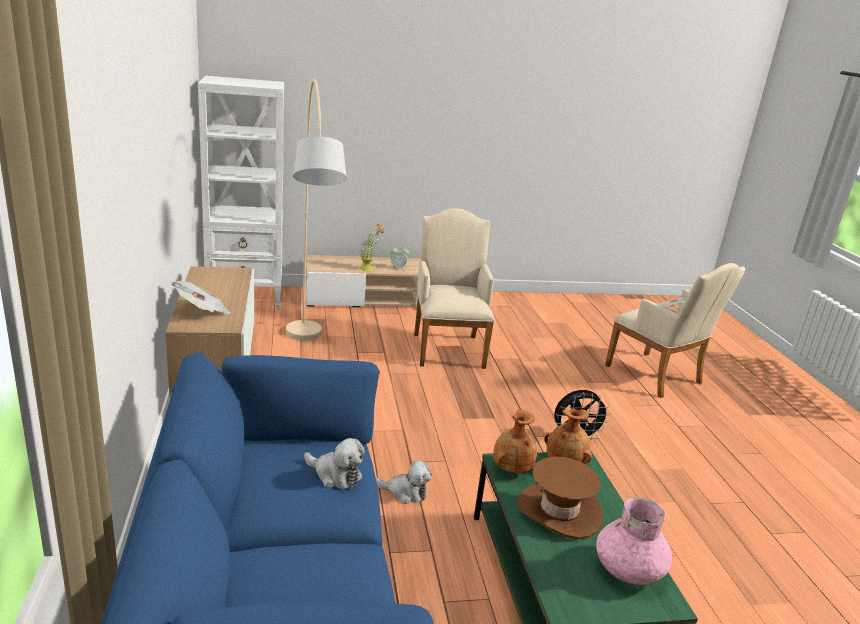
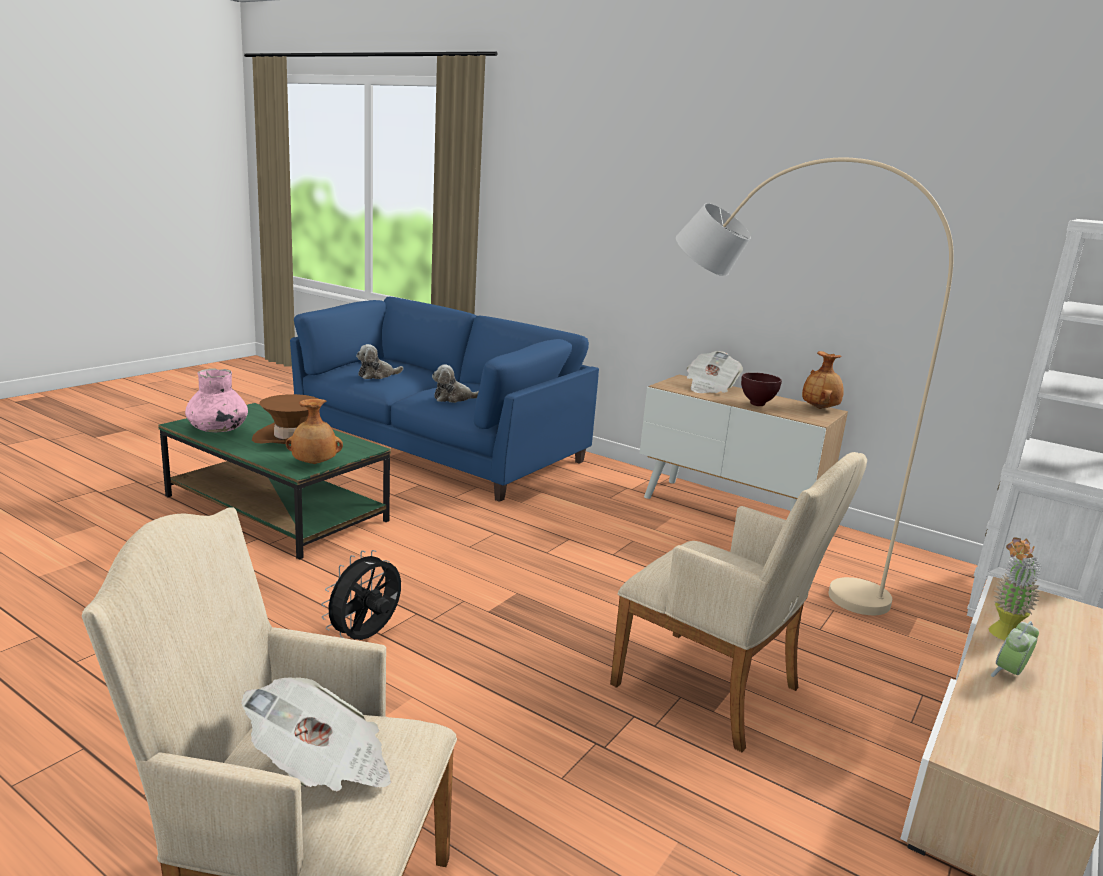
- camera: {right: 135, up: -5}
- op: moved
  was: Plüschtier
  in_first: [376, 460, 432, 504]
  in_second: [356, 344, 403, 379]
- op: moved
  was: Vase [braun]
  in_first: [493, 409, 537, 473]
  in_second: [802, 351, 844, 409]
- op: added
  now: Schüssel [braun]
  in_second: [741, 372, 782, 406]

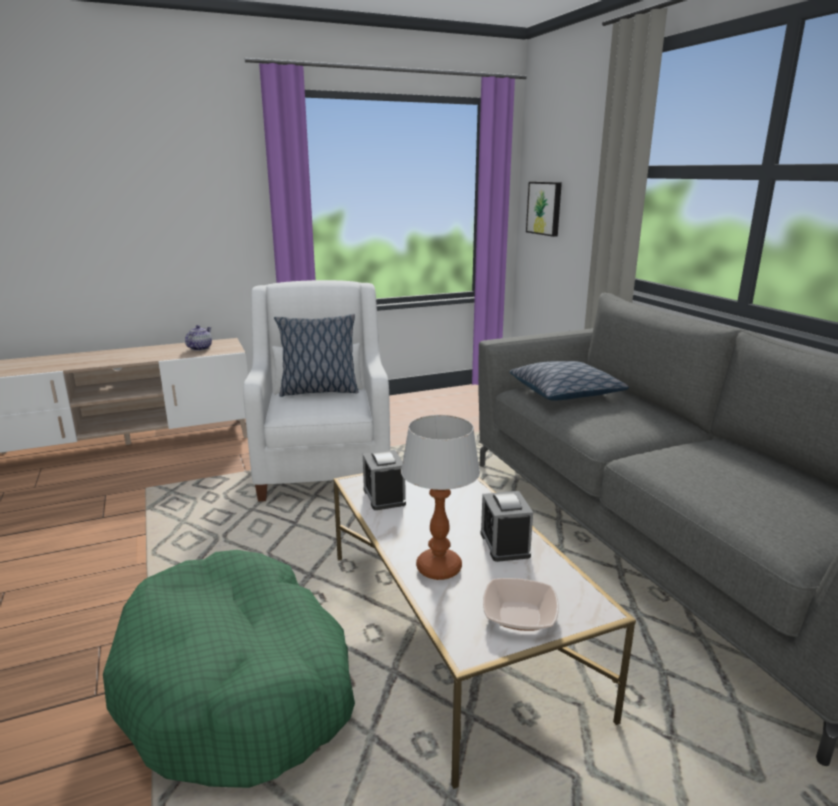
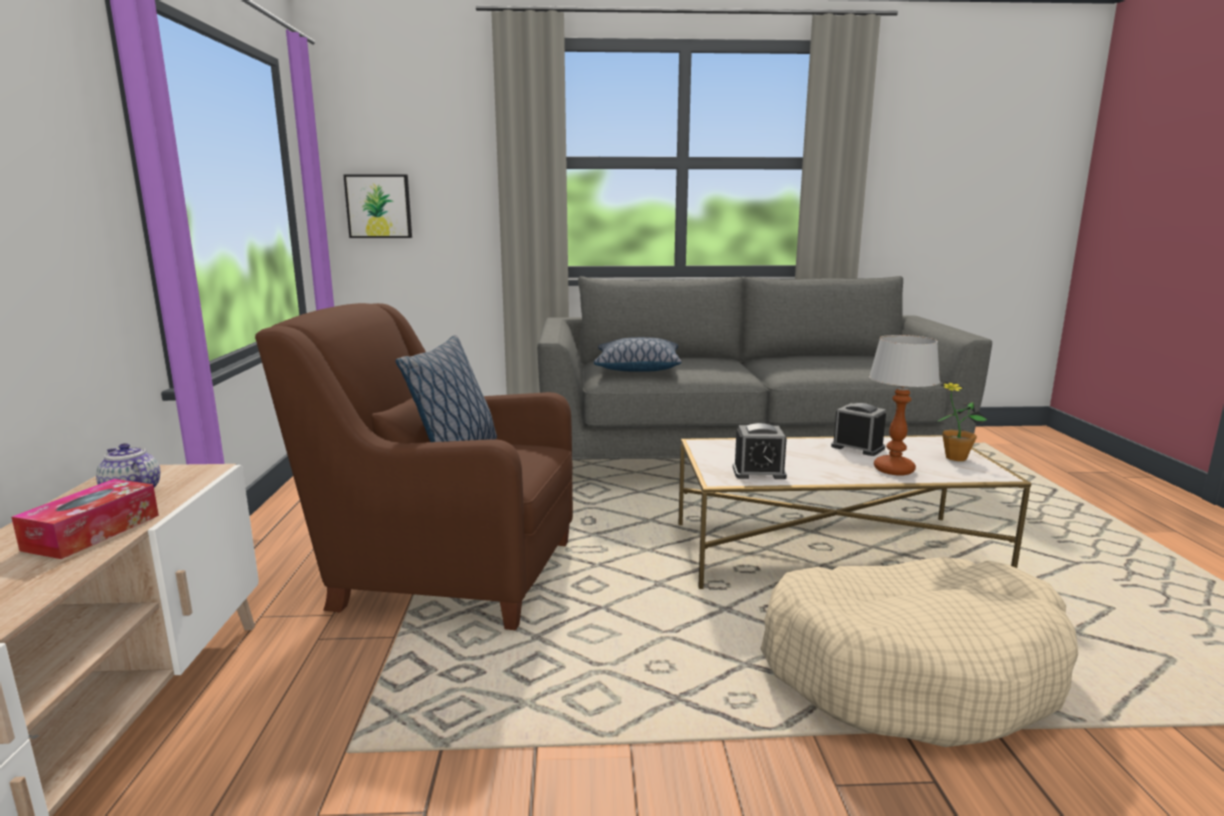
- camera: {right: -70, up: -5}
- op: recoloured
  was: Hundebett [grün]
  now: Hundebett [beige]
  in_first: [103, 550, 355, 788]
  in_second: [760, 557, 1078, 747]
- op: recoloured
  was: Sessel [weiß]
  now: Sessel [braun]
  in_first: [243, 280, 390, 502]
  in_second: [255, 303, 573, 630]
- op: turned
  was: Wecker
  in_first: [480, 491, 533, 562]
  in_second: [831, 403, 886, 456]
  clockwise: -150
- op: replaced
  was: Schüssel
  now: Topfpflanze
  in_first: [483, 578, 559, 631]
  in_second: [936, 382, 987, 461]
- op: added
  now: Taschentuchbox
  in_second: [11, 479, 159, 559]

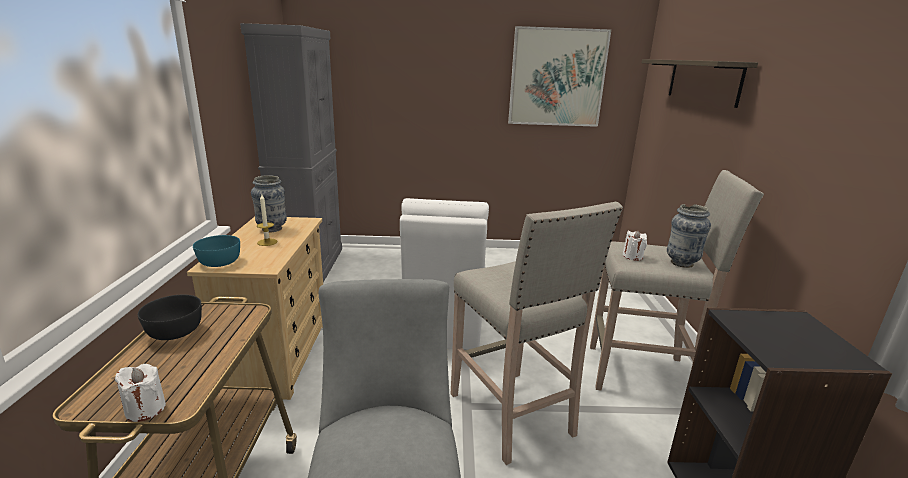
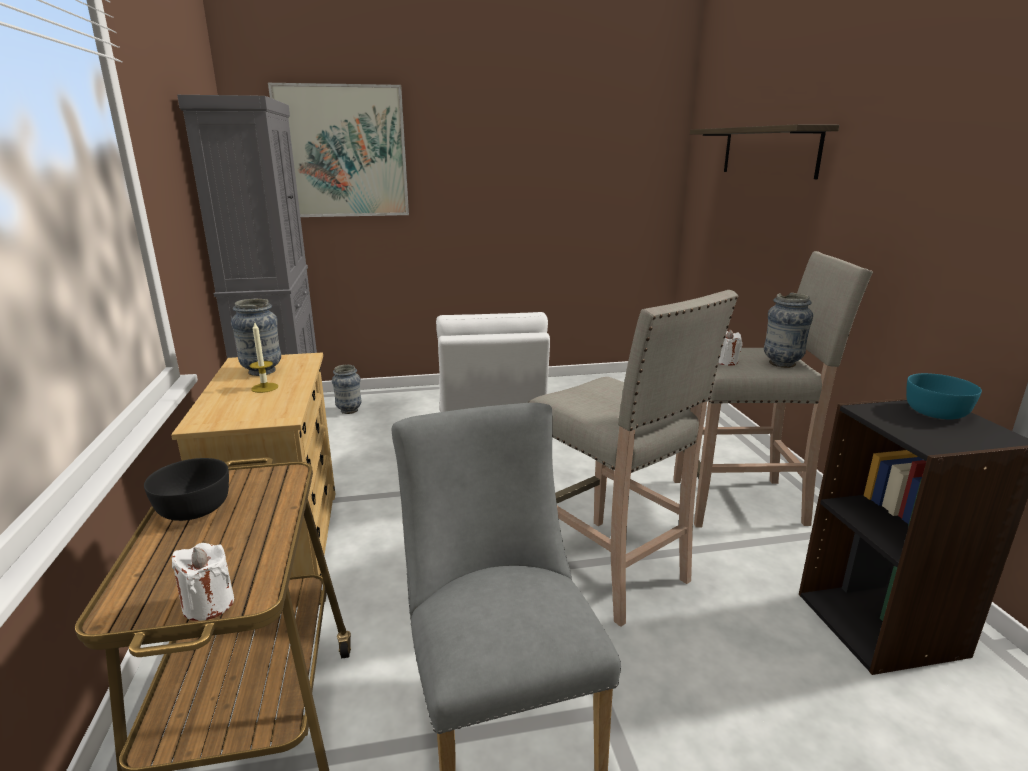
- camera: {right: -10, up: 0}
- op: moved
  was: Schüssel [türkis]
  in_first: [193, 235, 240, 267]
  in_second: [906, 373, 982, 419]
- op: moved
  was: Bild
  in_first: [508, 26, 611, 127]
  in_second: [268, 83, 409, 217]
- op: added
  now: Vase
  in_second: [332, 365, 362, 414]

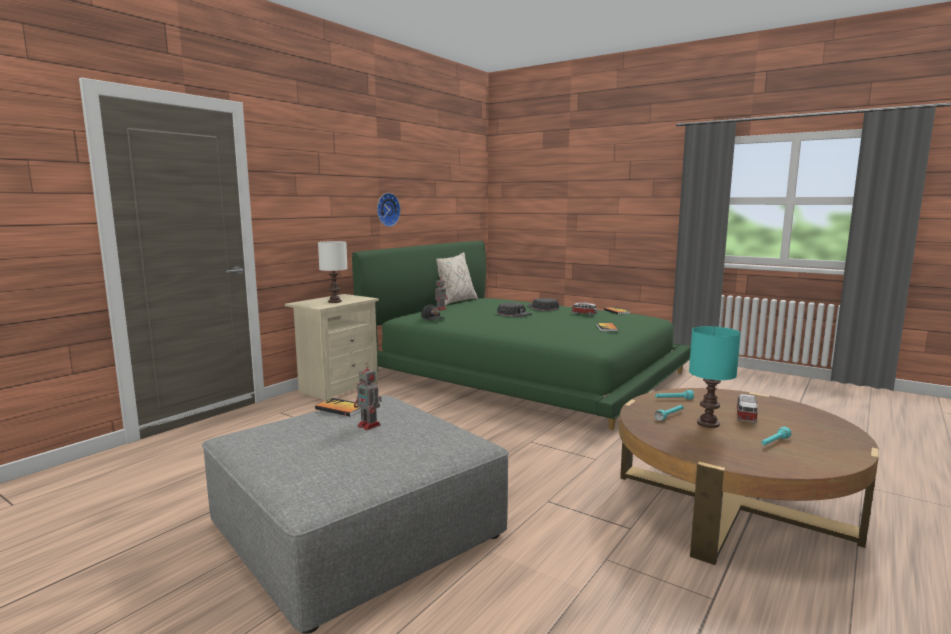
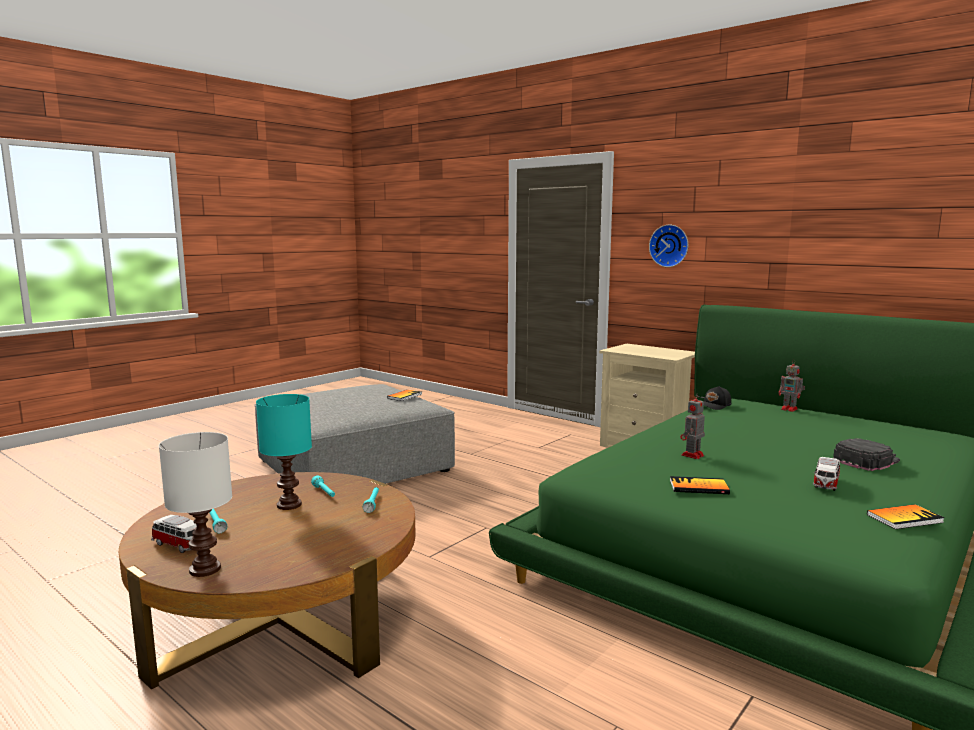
- camera: {right: 95, up: 0}
- op: moved
  was: Tischlampe [weiß]
  in_first: [318, 241, 347, 303]
  in_second: [159, 432, 232, 577]
- op: moved
  was: Spielzeugroboter
  in_first: [354, 363, 382, 430]
  in_second: [680, 393, 705, 459]
- op: moved
  was: Wanduhr
  in_first: [377, 193, 401, 227]
  in_second: [649, 225, 688, 267]
- op: removed
  was: Kissen [beige]
  in_first: [436, 252, 478, 306]
- op: removed
  was: Kappe [schwarz]
  in_first: [497, 303, 532, 318]
- op: moved
  was: Spielzeugauto
  in_first: [736, 394, 758, 423]
  in_second: [151, 515, 197, 553]

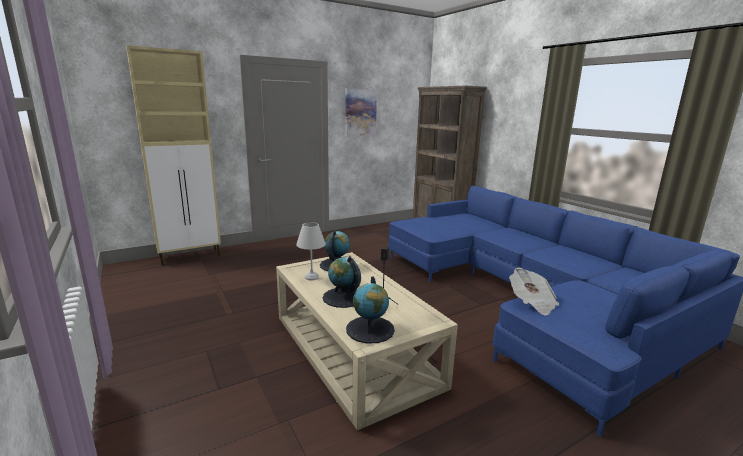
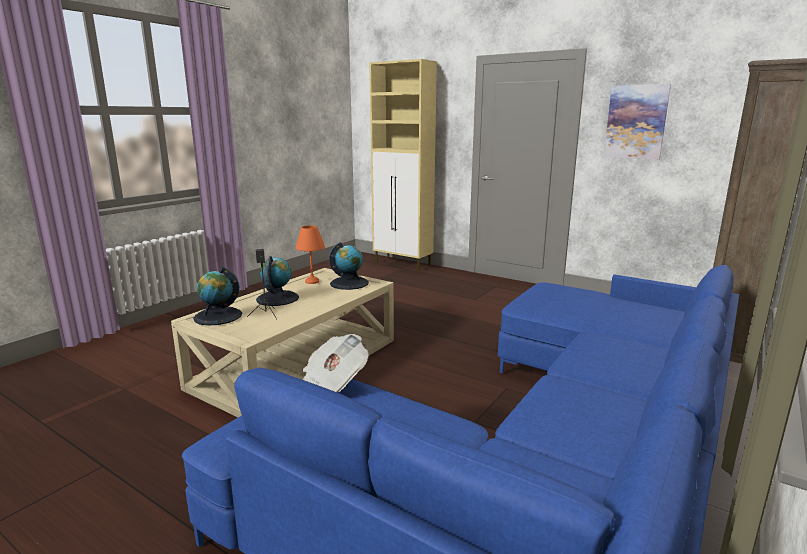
- camera: {right: 65, up: 0}
- op: recoloured
  was: Tischlampe [weiß]
  now: Tischlampe [orange]
  in_first: [296, 222, 326, 280]
  in_second: [296, 225, 325, 284]

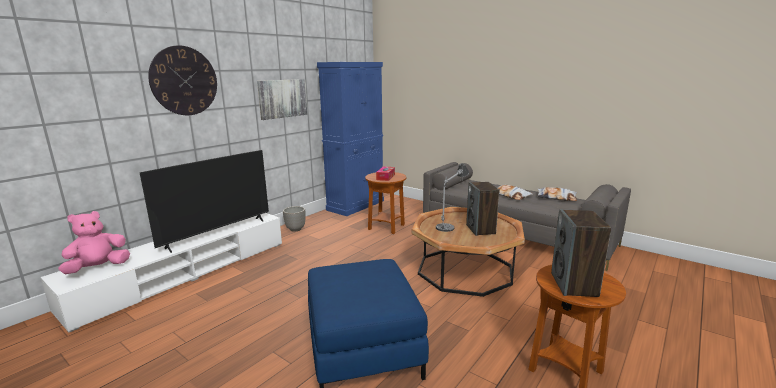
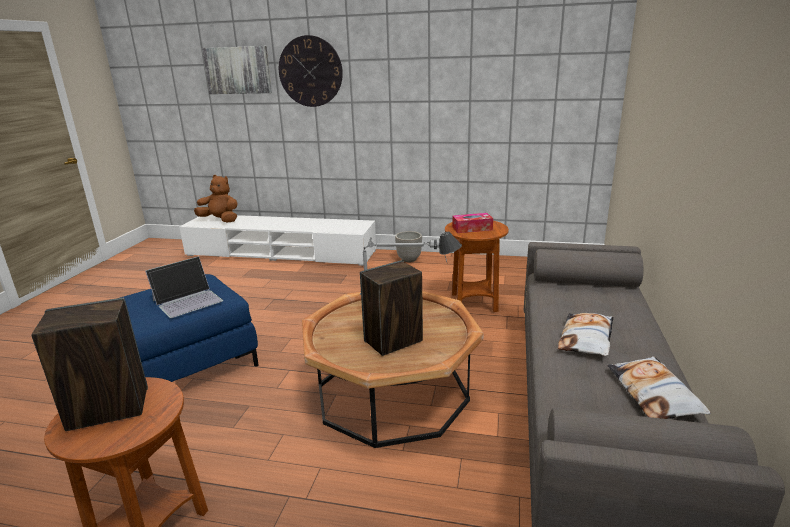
- camera: {right: 65, up: 5}
- op: recoloured
  was: Plüschtier [rosa]
  now: Plüschtier [braun]
  in_first: [58, 211, 130, 274]
  in_second: [194, 175, 237, 222]
- op: removed
  was: Fernseher
  in_first: [140, 150, 269, 253]
- op: moved
  was: Bild
  in_first: [257, 79, 308, 120]
  in_second: [202, 46, 272, 94]
- op: removed
  was: Schrank [blau]
  in_first: [317, 62, 384, 216]
- op: added
  now: Laptop
  in_second: [145, 256, 223, 318]

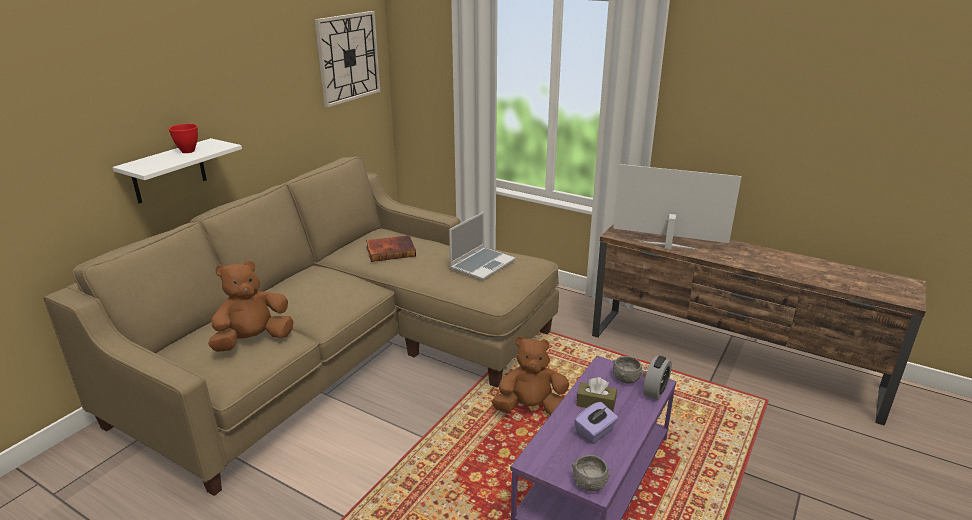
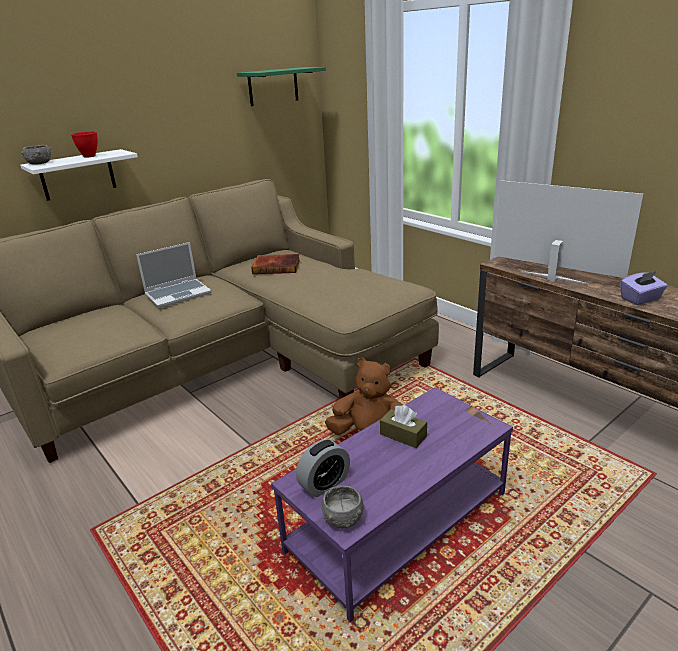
- camera: {right: 20, up: 0}
- op: removed
  was: Plüschtier [braun]
  in_first: [208, 260, 294, 352]
- op: replaced
  was: Wanduhr
  now: Wandregal [grün]
  in_first: [315, 11, 380, 107]
  in_second: [237, 67, 326, 106]
- op: moved
  was: Laptop
  in_first: [449, 212, 515, 280]
  in_second: [136, 242, 212, 308]
- op: moved
  was: Taschentuchbox [lila]
  in_first: [574, 402, 618, 444]
  in_second: [620, 271, 668, 305]
- op: moved
  was: Schüssel [grau]
  in_first: [613, 356, 642, 384]
  in_second: [21, 145, 52, 165]
- op: moved
  was: Wecker
  in_first: [643, 356, 672, 400]
  in_second: [296, 439, 350, 497]

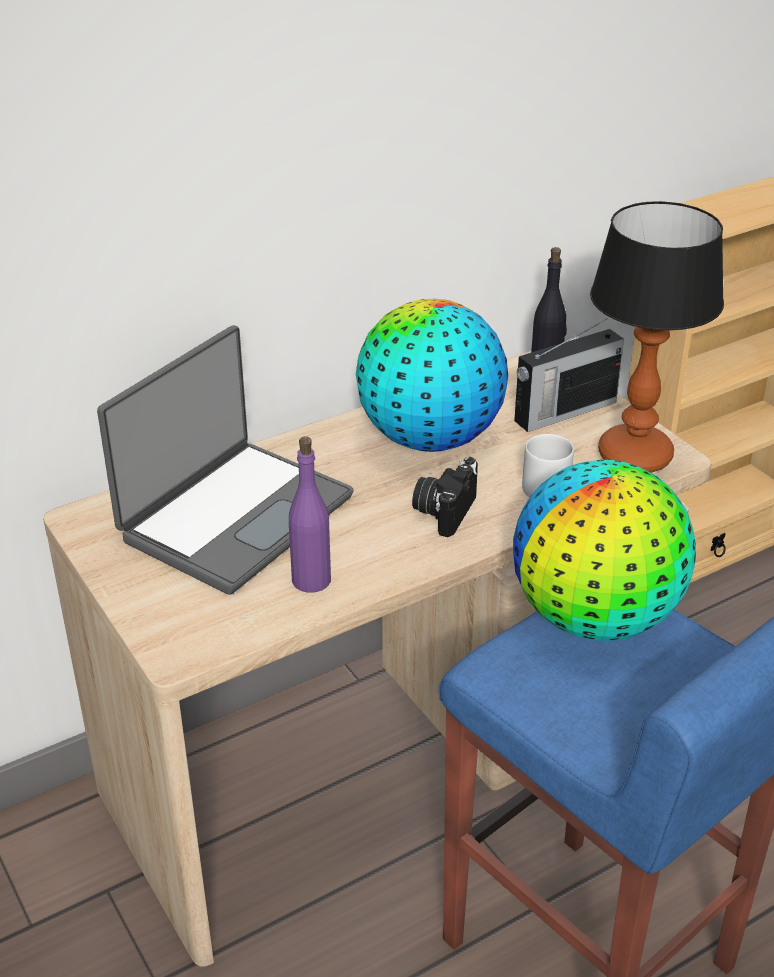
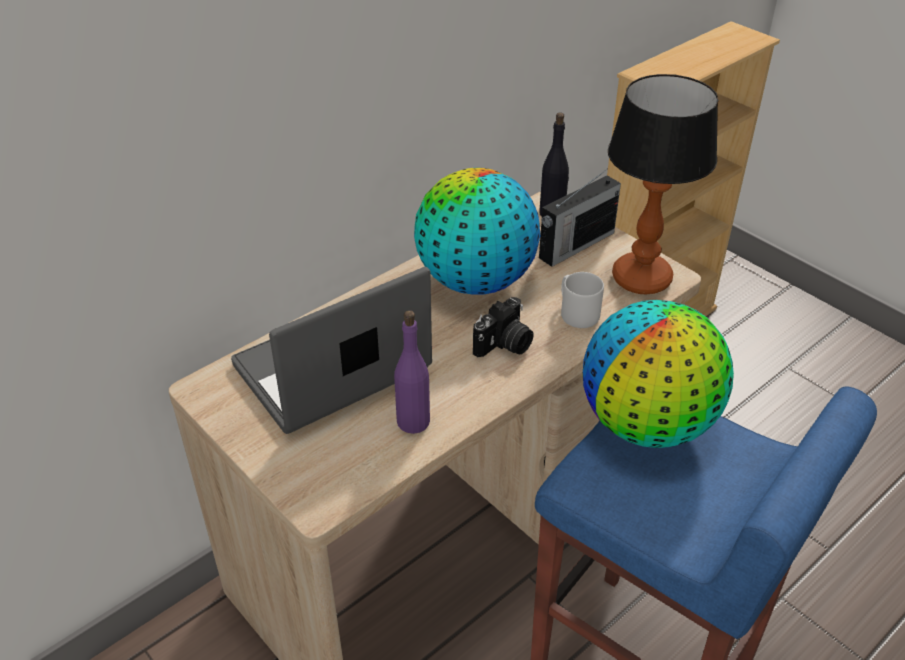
- camera: {right: -10, up: 5}
- op: turned
  was: Laptop
  in_first: [97, 325, 354, 595]
  in_second: [231, 267, 432, 434]
  clockwise: -150
- op: turned
  was: Kamera
  in_first: [412, 457, 478, 537]
  in_second: [473, 297, 534, 357]
  clockwise: -150

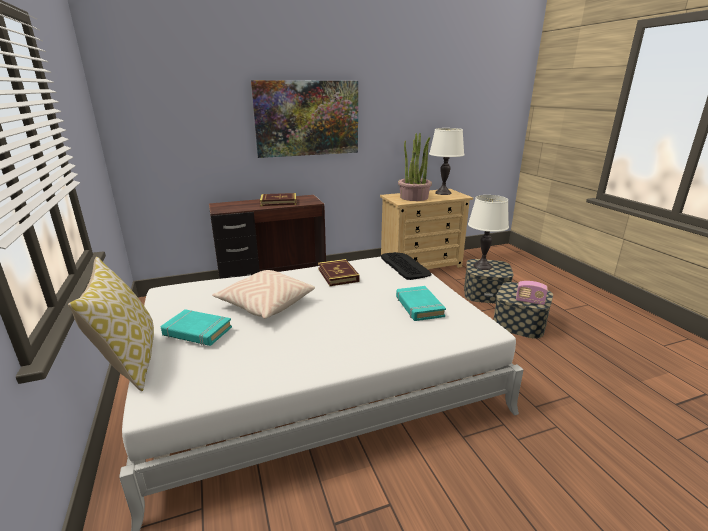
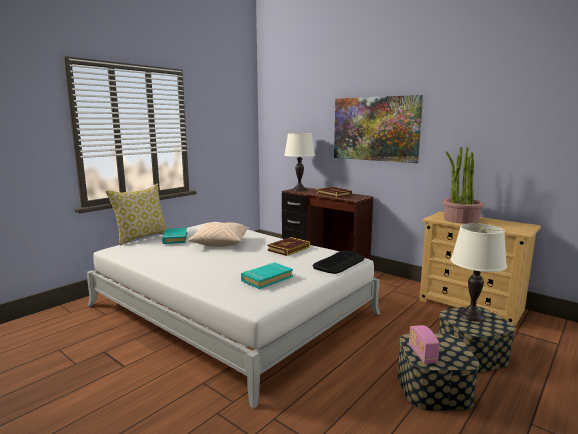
- camera: {right: 60, up: -10}
- op: moved
  was: Tischlampe [weiß]
  in_first: [429, 128, 465, 195]
  in_second: [284, 133, 315, 191]

